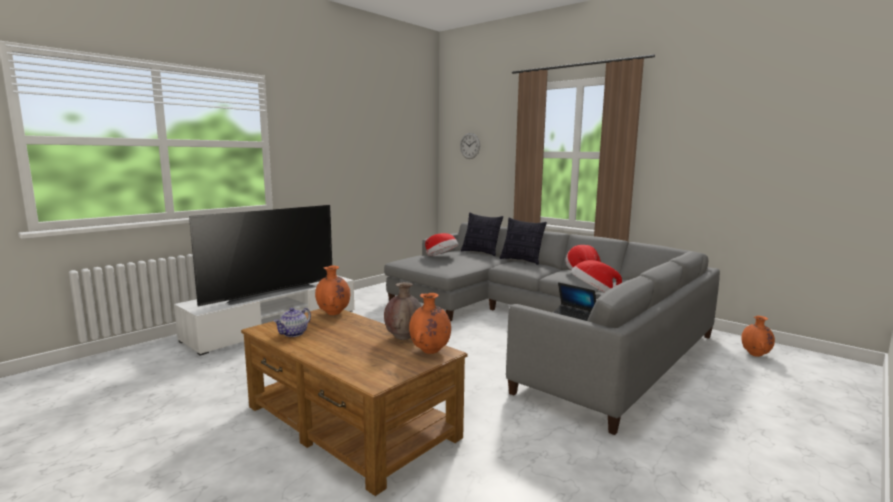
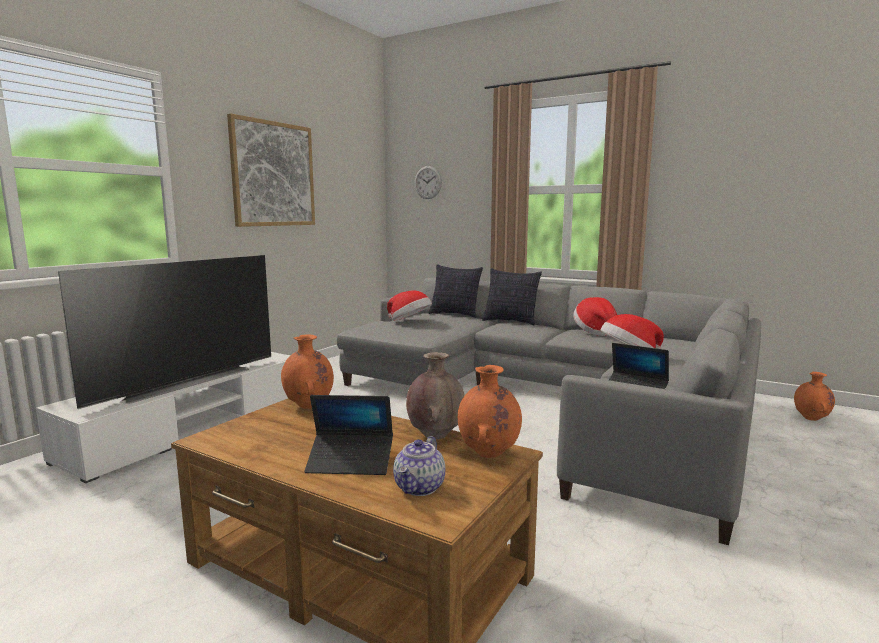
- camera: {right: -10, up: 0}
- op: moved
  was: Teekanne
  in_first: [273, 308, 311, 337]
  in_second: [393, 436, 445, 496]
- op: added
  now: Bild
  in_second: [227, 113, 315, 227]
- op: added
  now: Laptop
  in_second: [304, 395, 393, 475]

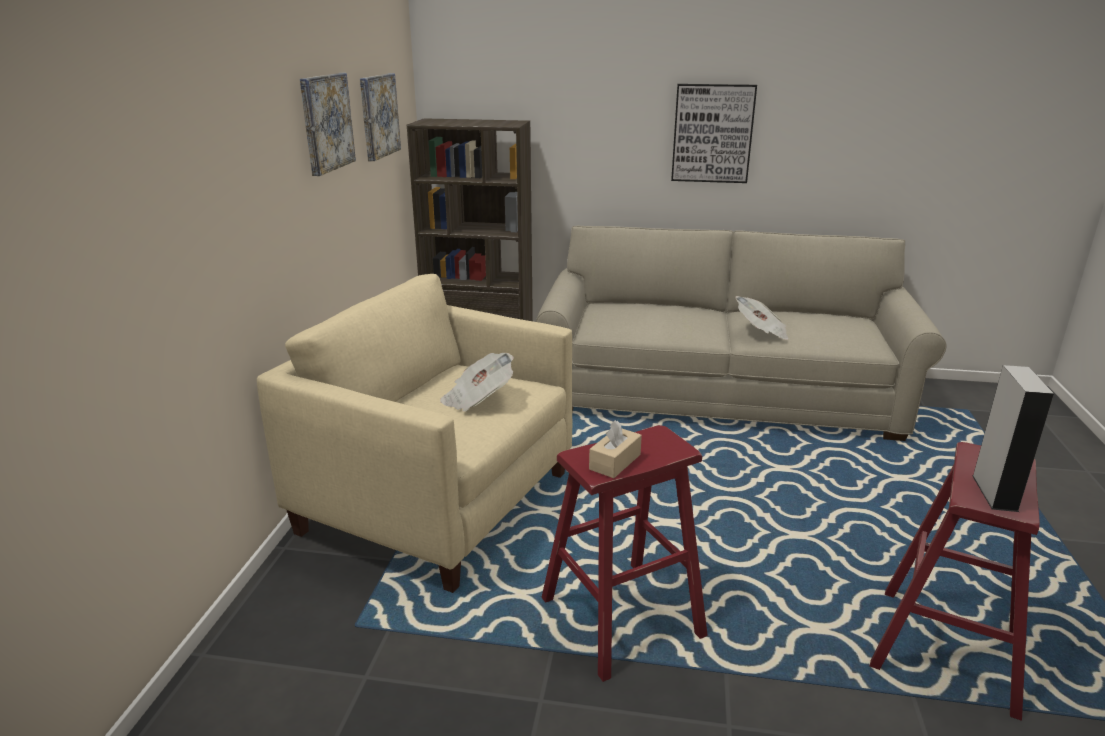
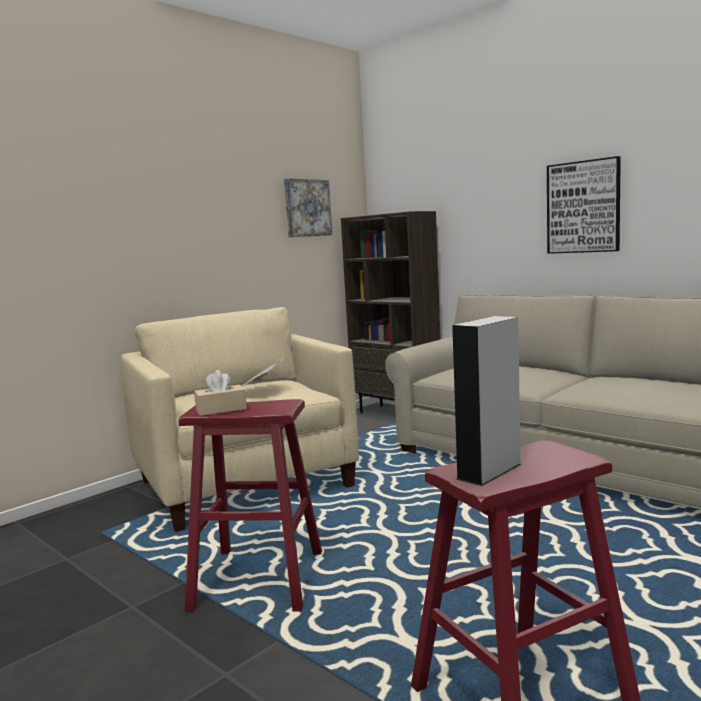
- camera: {right: 35, up: -15}
- op: removed
  was: Bild
  in_first: [300, 73, 356, 176]
- op: removed
  was: Zeitung
  in_first: [735, 296, 788, 340]

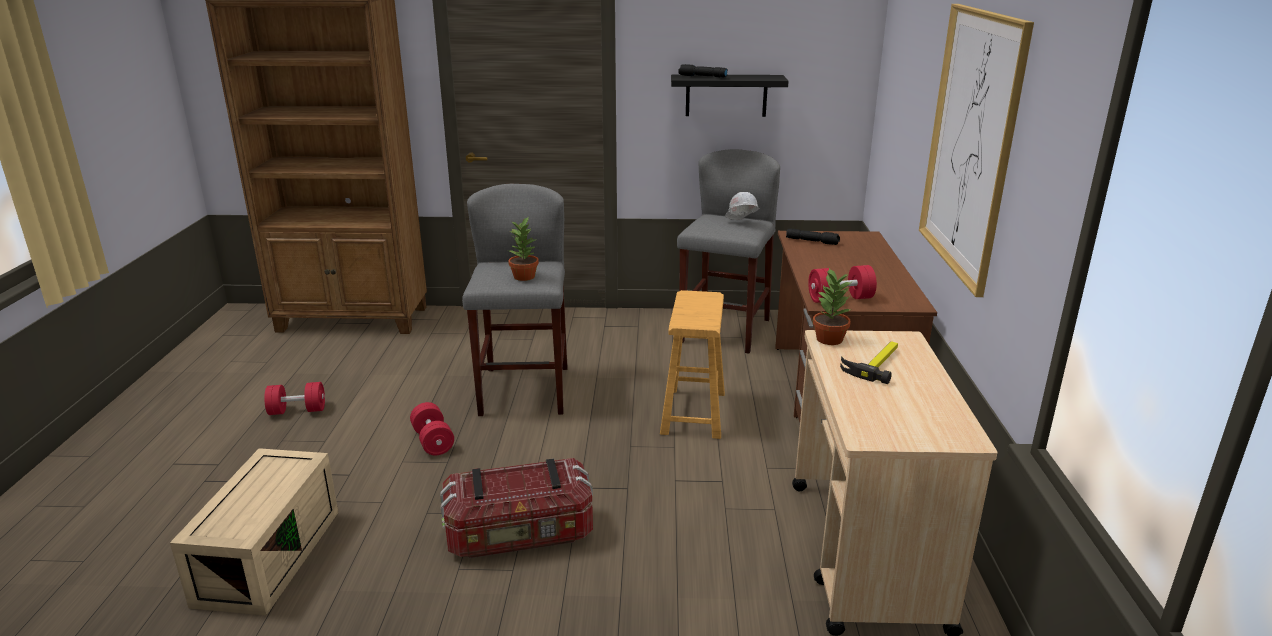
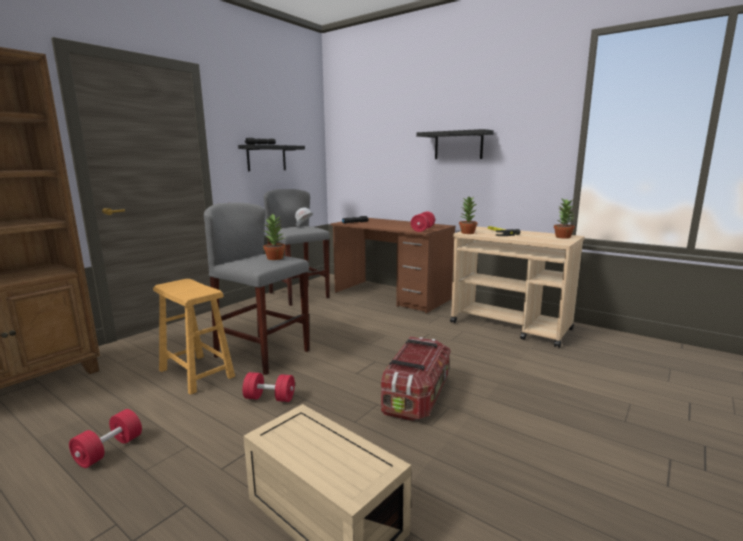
- camera: {right: -55, up: -10}
- op: moved
  was: Hocker [braun]
  in_first: [660, 290, 725, 439]
  in_second: [153, 279, 235, 395]
- op: replaced
  was: Bild
  now: Wandregal [schwarz]
  in_first: [919, 4, 1034, 297]
  in_second: [416, 129, 494, 159]
- op: added
  now: Topfpflanze
  in_second: [554, 198, 575, 239]

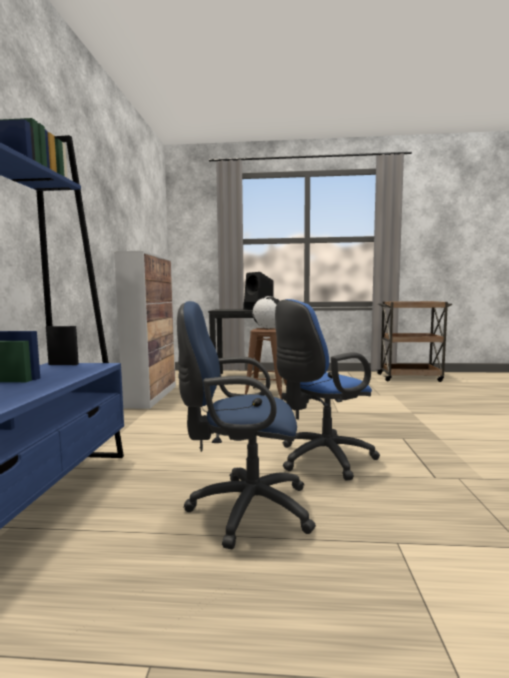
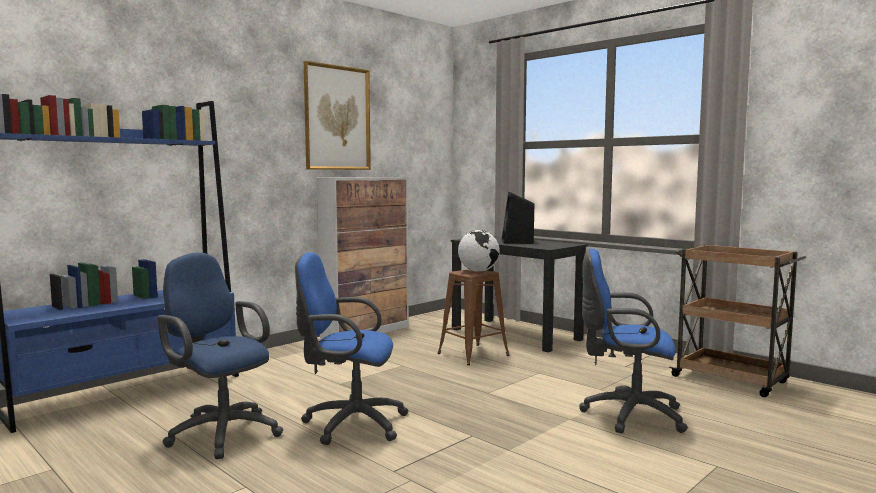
- camera: {right: 40, up: 0}
- op: added
  now: Bild
  in_second: [304, 61, 371, 170]
- op: added
  now: Bürostuhl [blau]
  in_second: [579, 249, 688, 433]

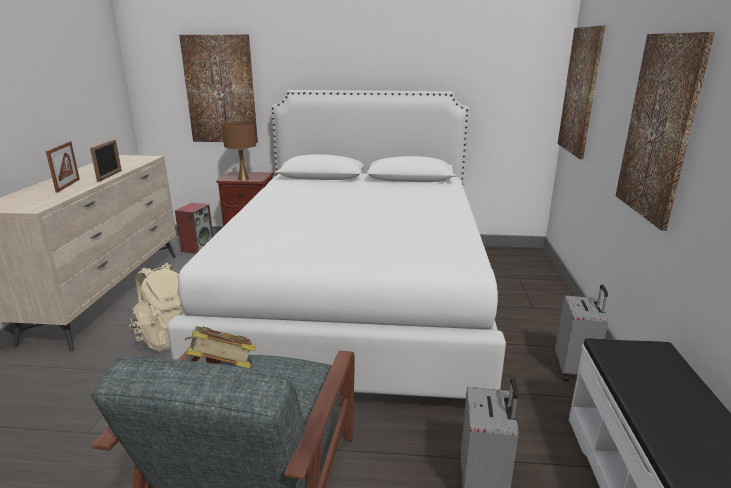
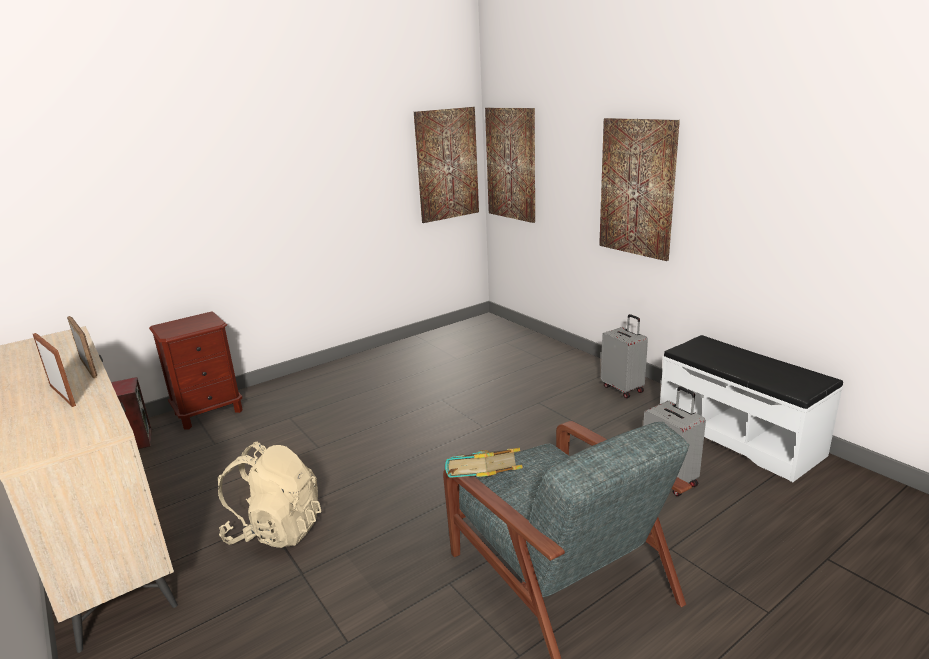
- camera: {right: -40, up: 0}
- op: removed
  was: Bett [weiß]
  in_first: [167, 90, 506, 399]
- op: moved
  was: Bild
  in_first: [179, 35, 258, 143]
  in_second: [414, 107, 479, 223]
- op: removed
  was: Tischlampe [braun]
  in_first: [222, 121, 256, 181]

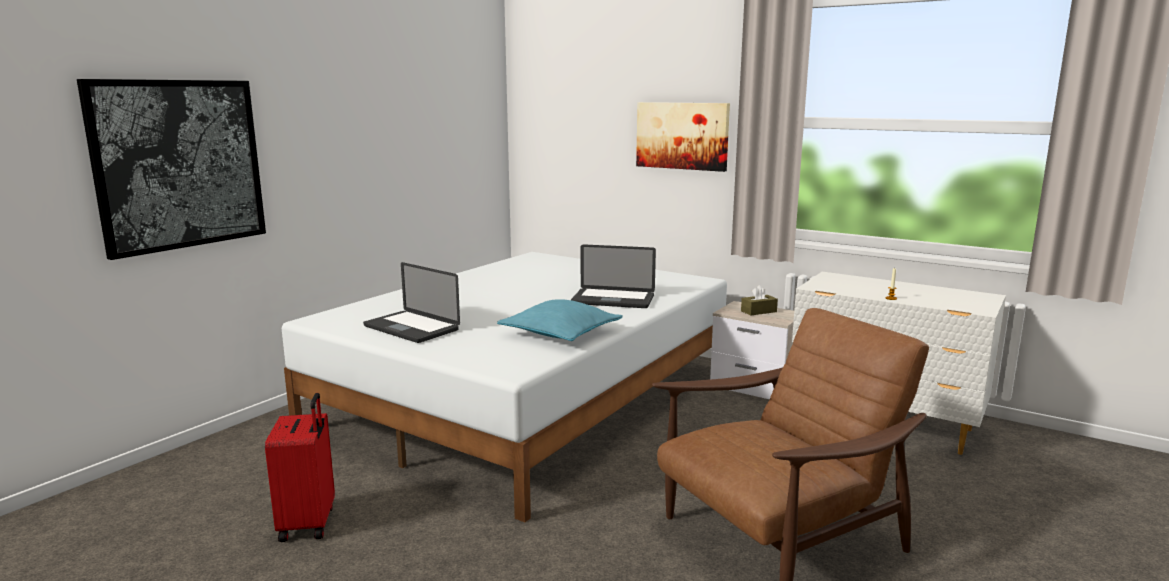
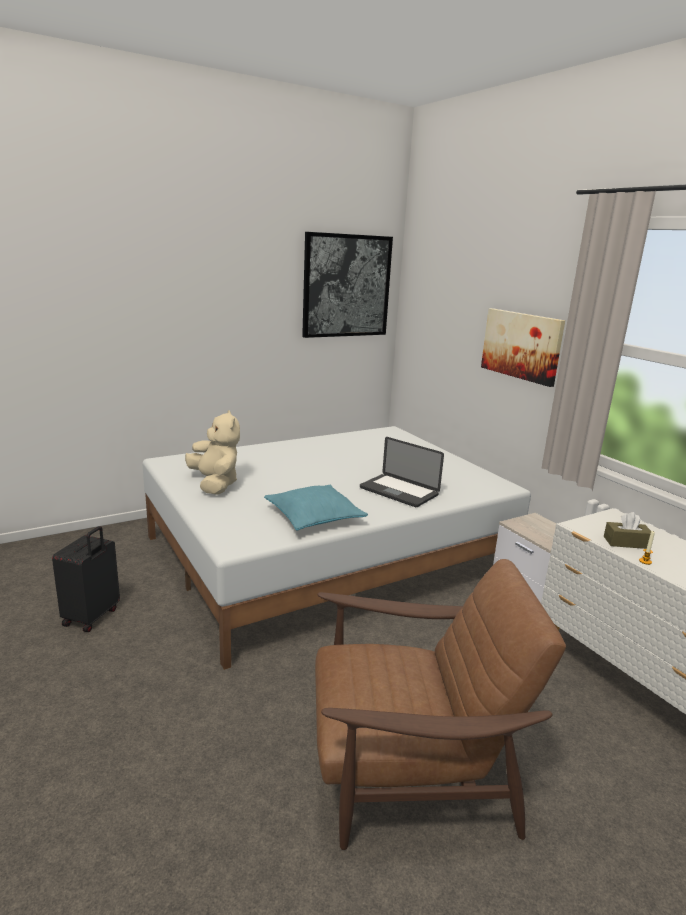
- camera: {right: 25, up: 5}
- op: moved
  was: Bild
  in_first: [77, 79, 266, 260]
  in_second: [302, 232, 393, 338]
- op: recoloured
  was: Koffer [rot]
  now: Koffer [schwarz]
  in_first: [265, 393, 335, 542]
  in_second: [52, 526, 120, 632]
- op: replaced
  was: Laptop
  now: Plüschtier [beige]
  in_first: [363, 262, 460, 343]
  in_second: [185, 410, 240, 495]
- op: moved
  was: Taschentuchbox [braun]
  in_first: [741, 285, 778, 316]
  in_second: [604, 512, 651, 549]

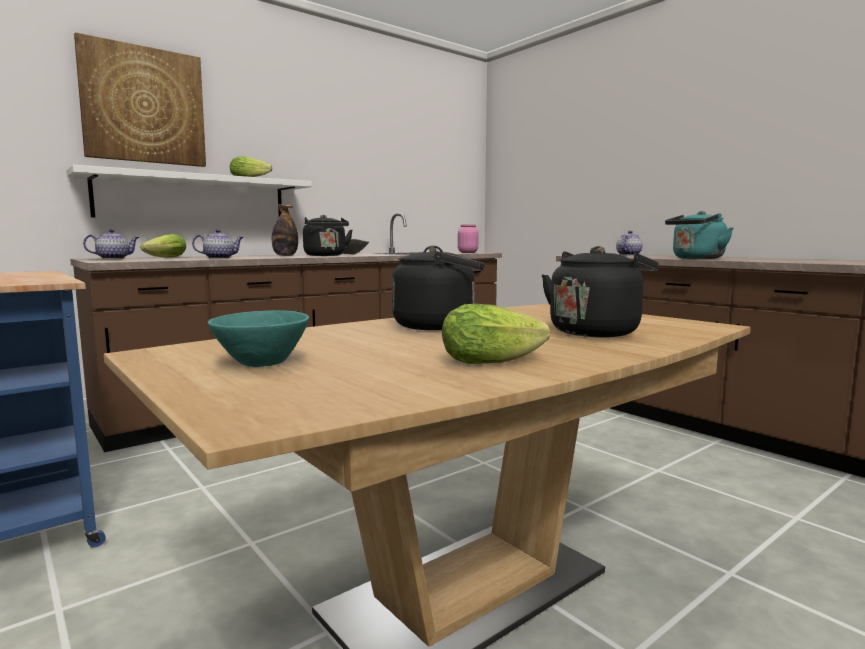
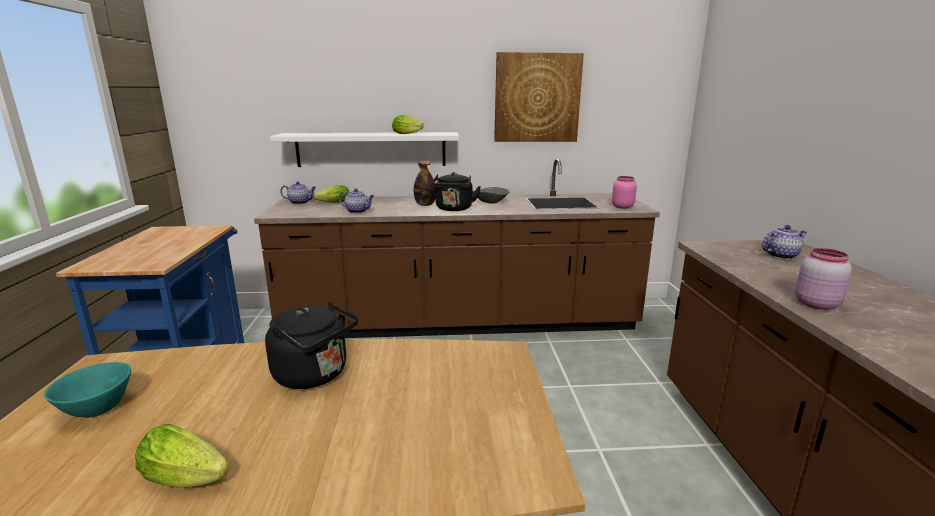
- camera: {right: 35, up: 10}
- op: moved
  was: Bild
  in_first: [74, 32, 206, 167]
  in_second: [494, 52, 584, 142]
- op: removed
  was: Wasserkessel [schwarz]
  in_first: [542, 246, 658, 337]
- op: replaced
  was: Wasserkessel [türkis]
  now: Vorratsglas [rosa]
  in_first: [665, 211, 733, 259]
  in_second: [795, 248, 852, 310]

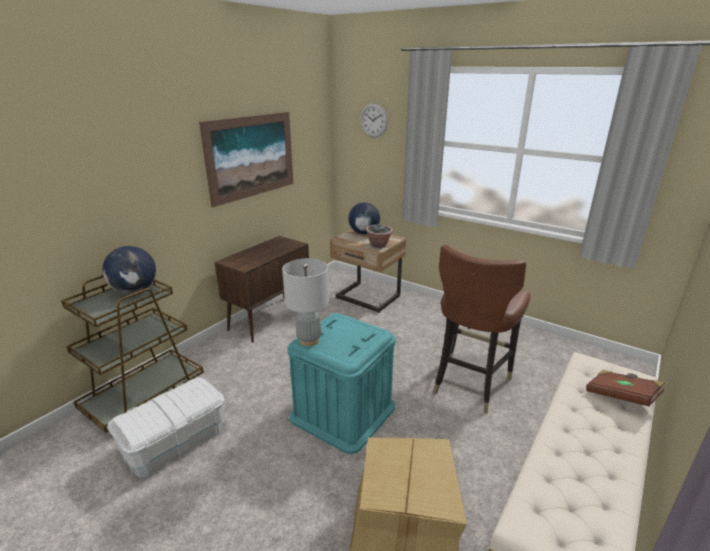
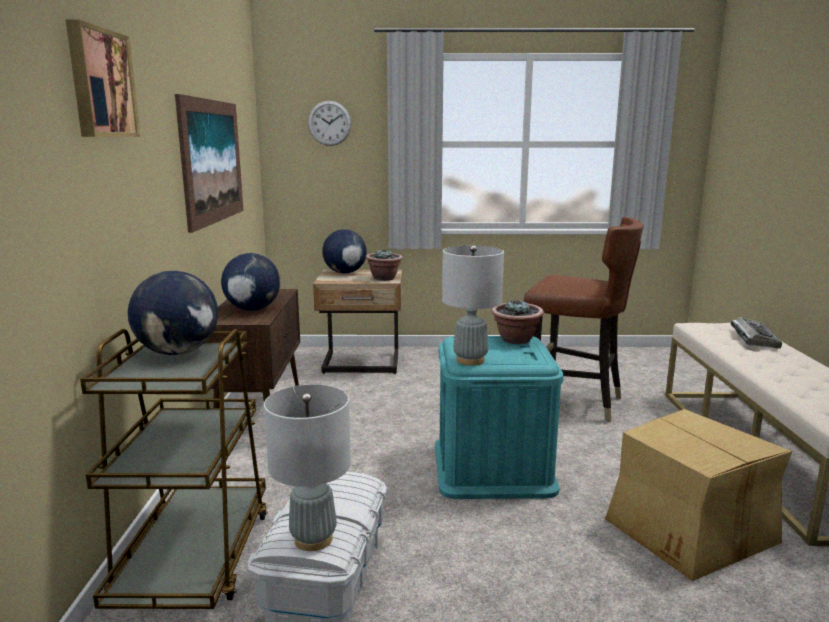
- camera: {right: -35, up: -10}
- op: turned
  was: Stuhl [braun]
  in_first: [433, 245, 530, 413]
  in_second: [524, 217, 644, 422]
  clockwise: -60
- op: replaced
  was: Buch [braun]
  now: Tastatur
  in_first: [586, 370, 665, 407]
  in_second: [731, 317, 782, 349]
- op: added
  now: Bild
  in_second: [66, 20, 141, 137]
- op: added
  now: Globus
  in_second: [221, 253, 281, 311]
- op: added
  now: Tischlampe [grau]
  in_second: [264, 385, 351, 551]
- op: added
  now: Topfpflanze
  in_second: [491, 299, 544, 344]

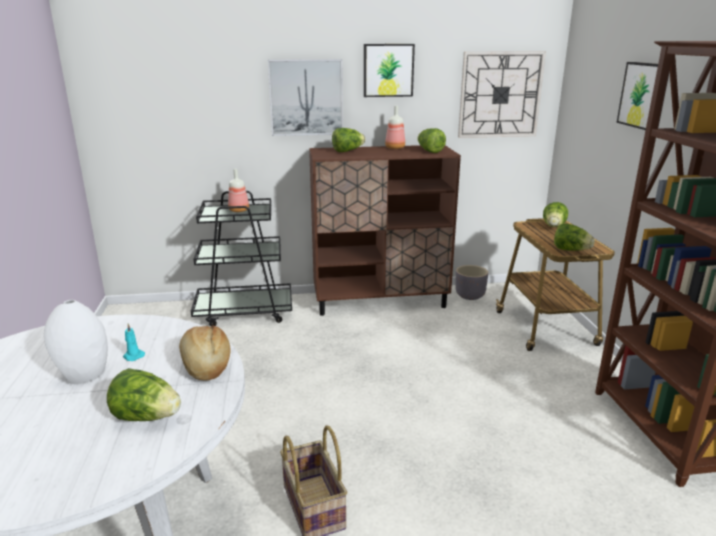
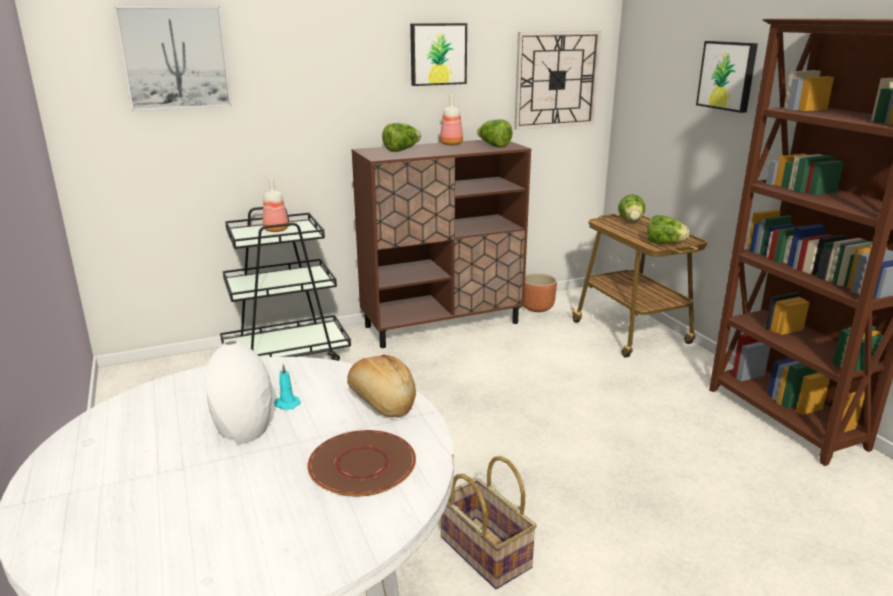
- camera: {right: -15, up: 0}
- op: replaced
  was: Salatkopf
  now: Teller [braun]
  in_first: [107, 368, 181, 421]
  in_second: [307, 430, 416, 496]
- op: moved
  was: Bild
  in_first: [268, 59, 343, 136]
  in_second: [114, 6, 232, 111]
- op: recoloured
  was: Pflanzkübel [grau]
  now: Pflanzkübel [braun]
  in_first: [455, 265, 488, 300]
  in_second: [524, 273, 557, 312]

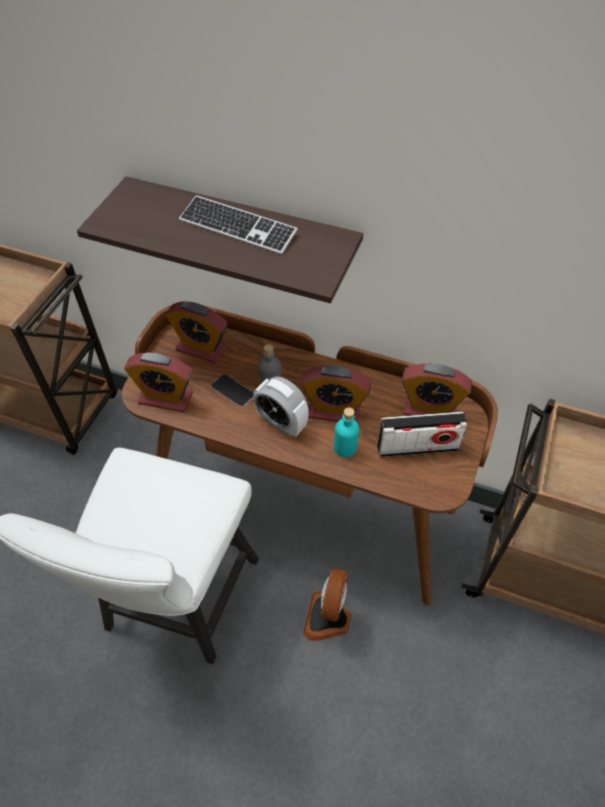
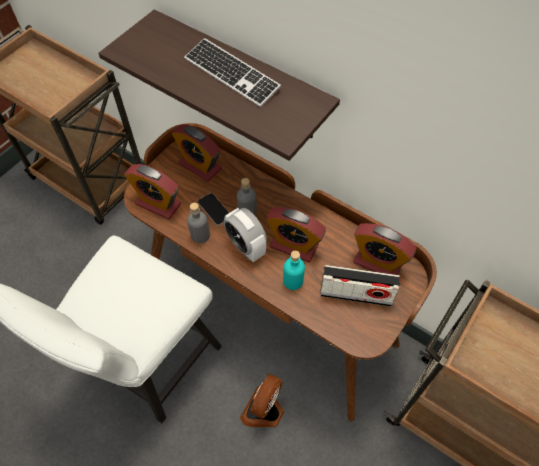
- camera: {right: 15, up: 5}
- op: added
  now: Flasche [grau]
  in_second: [187, 203, 210, 243]

